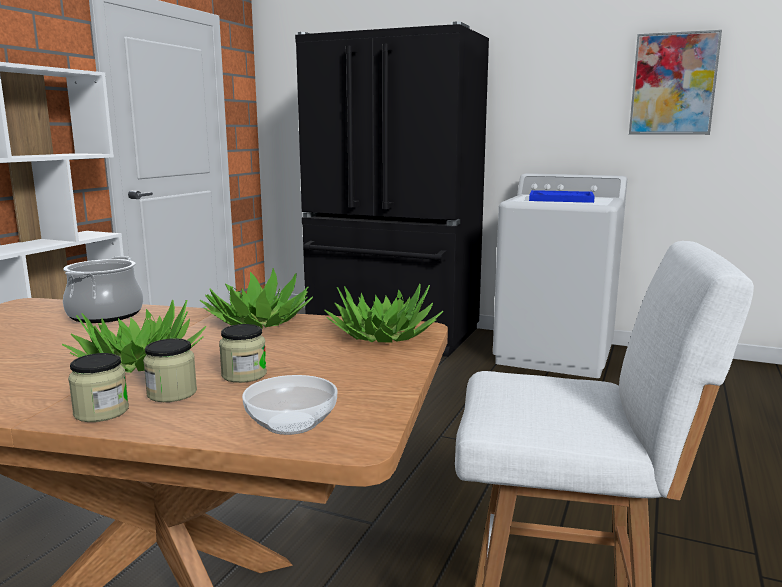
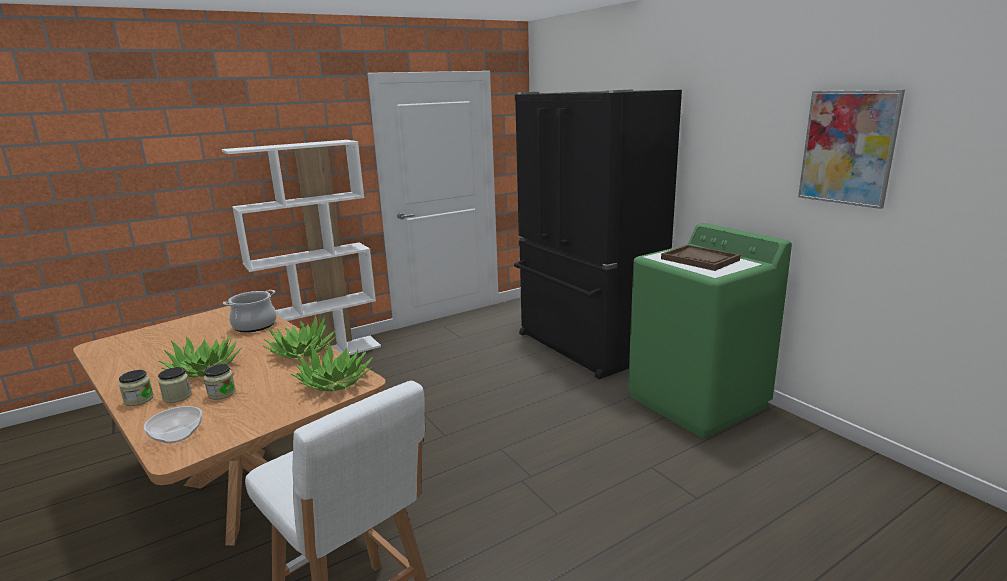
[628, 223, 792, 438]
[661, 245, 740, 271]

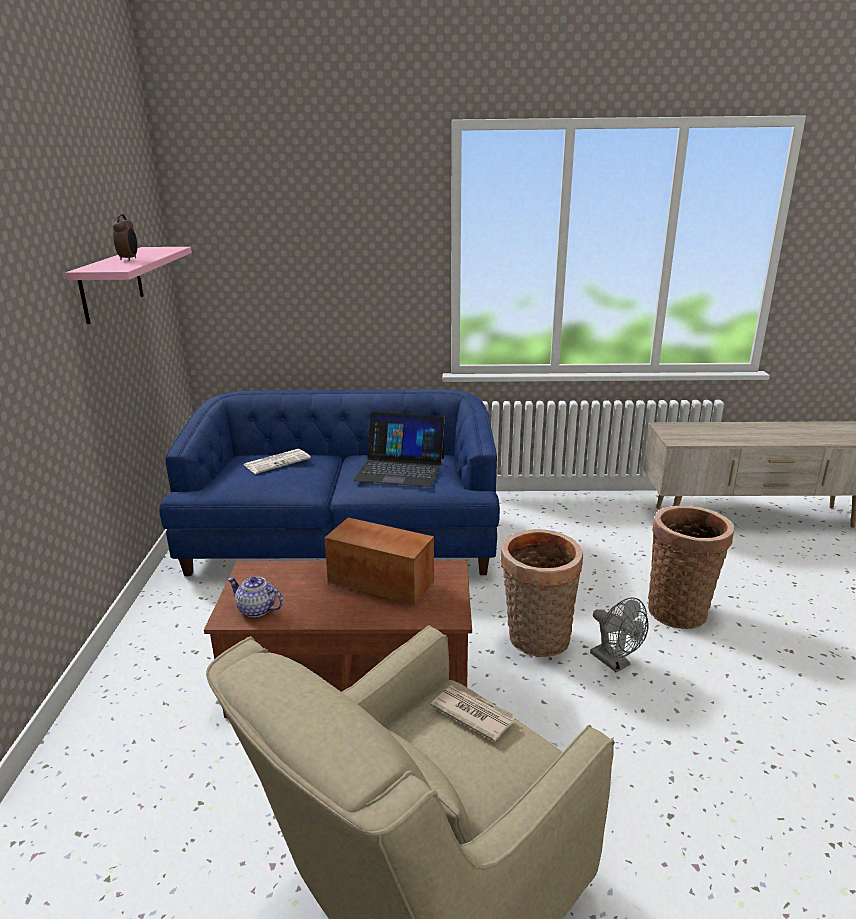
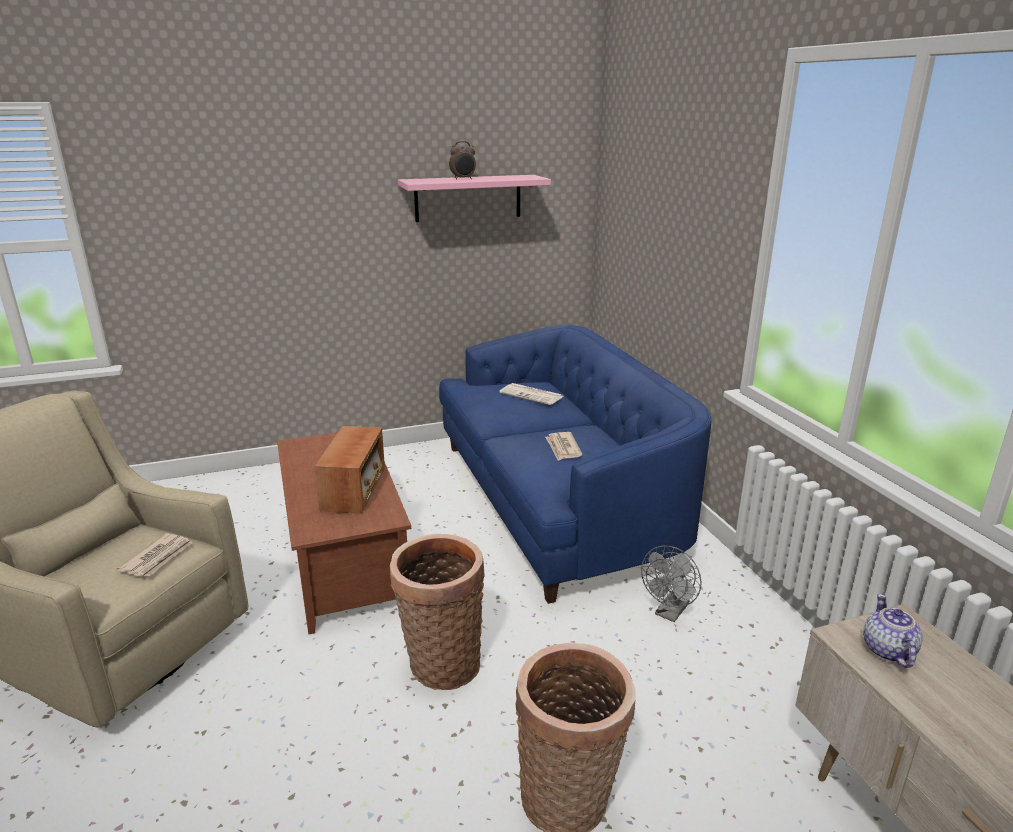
[545, 432, 583, 461]
[863, 594, 923, 668]
[641, 545, 702, 622]

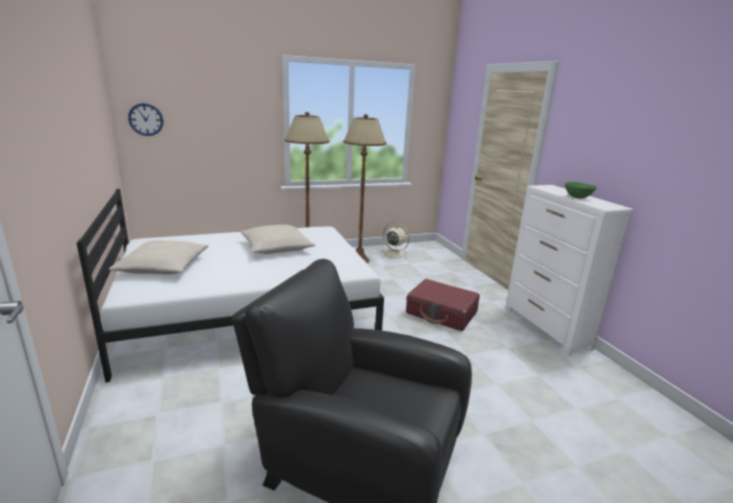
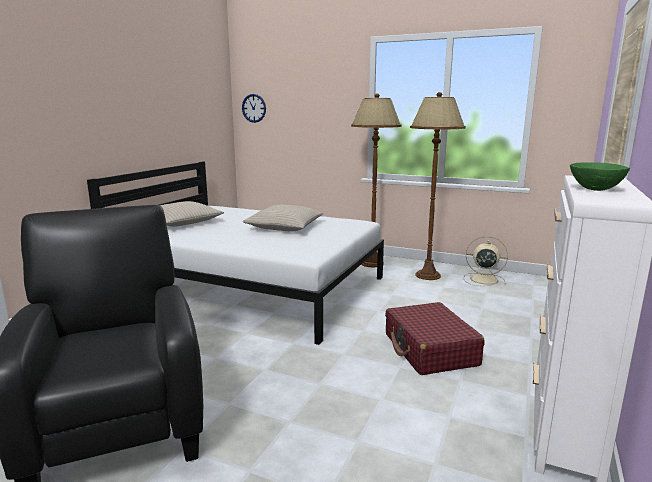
[463, 236, 508, 286]

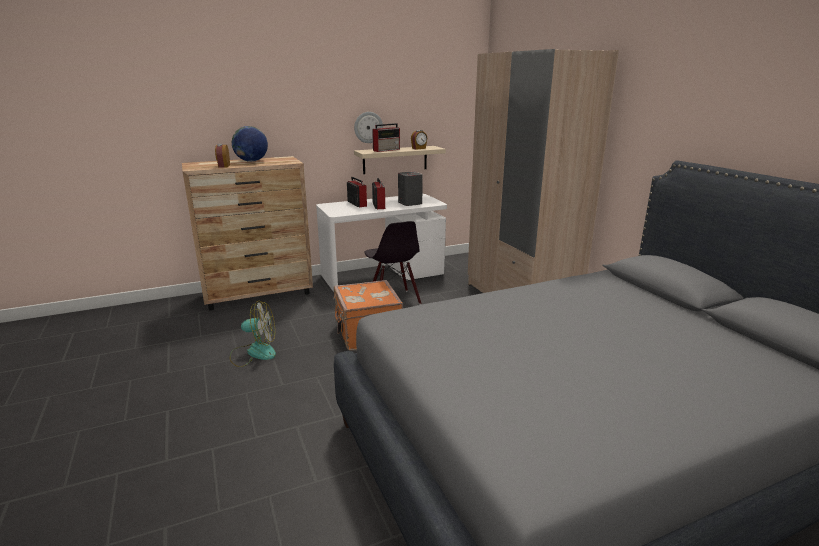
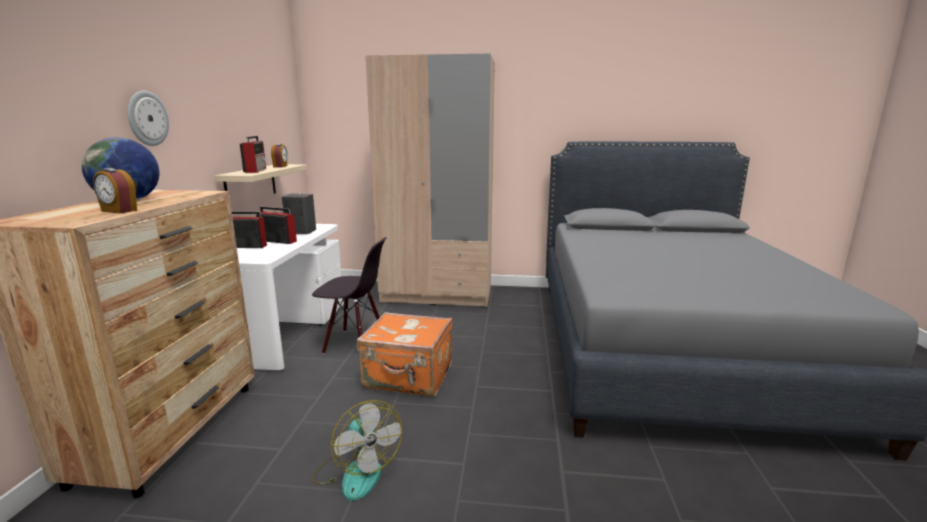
[128, 91, 169, 146]
[312, 400, 402, 501]

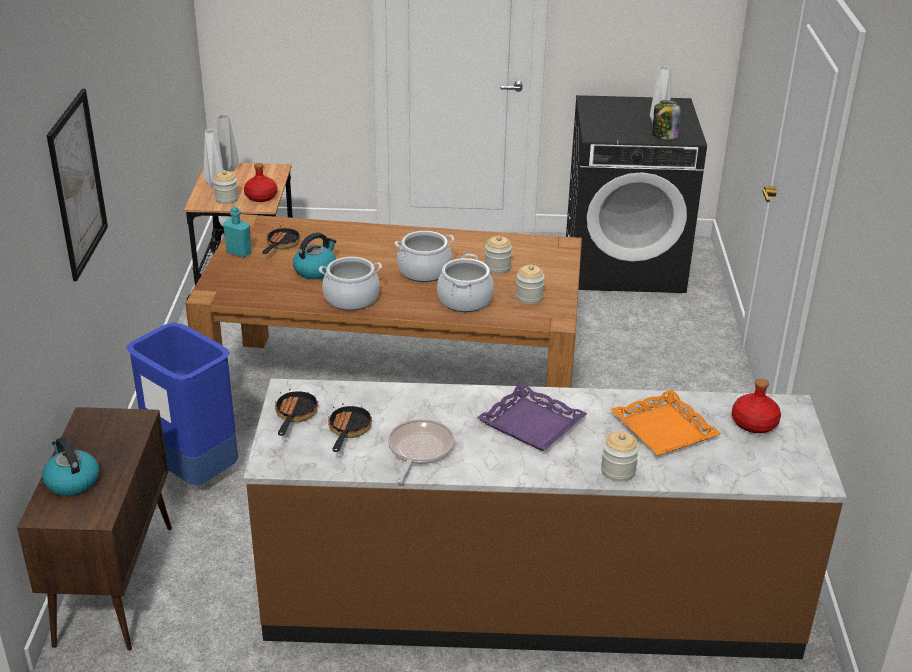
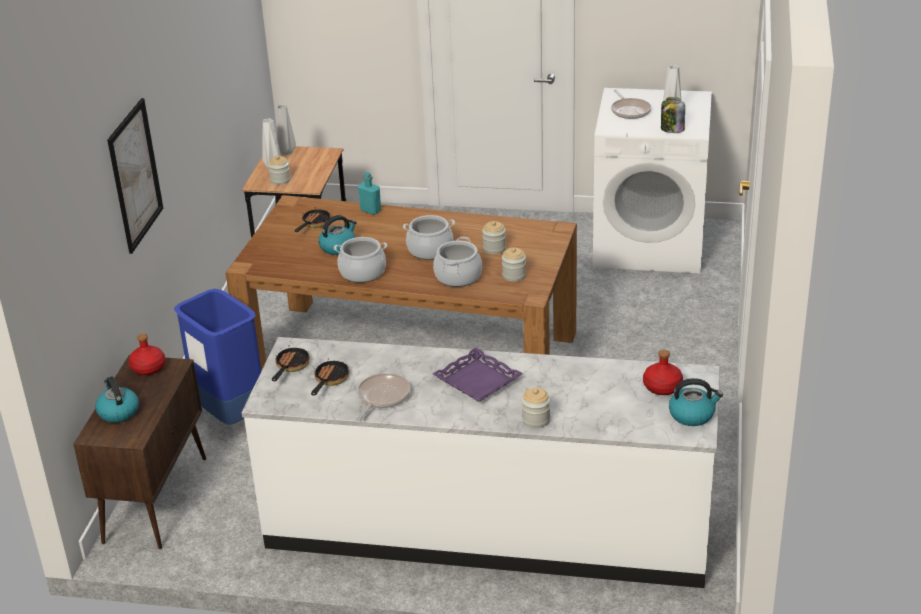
[593, 88, 712, 274]
[128, 334, 165, 375]
[358, 172, 381, 215]
[242, 337, 720, 588]
[611, 390, 721, 456] (first image)
[611, 89, 652, 119]
[669, 378, 723, 426]

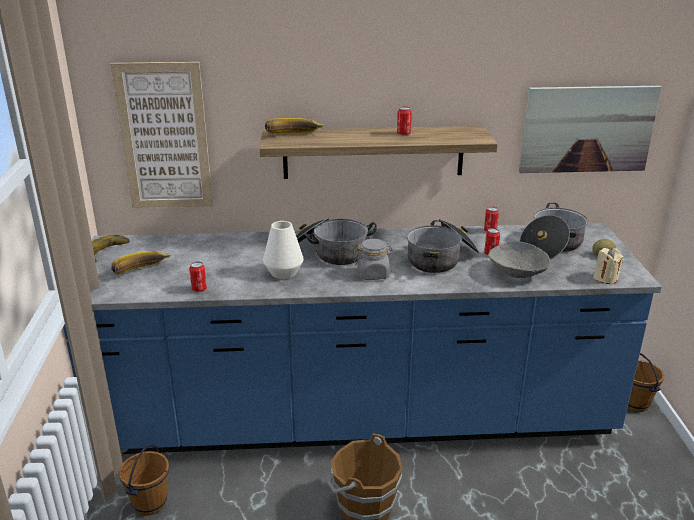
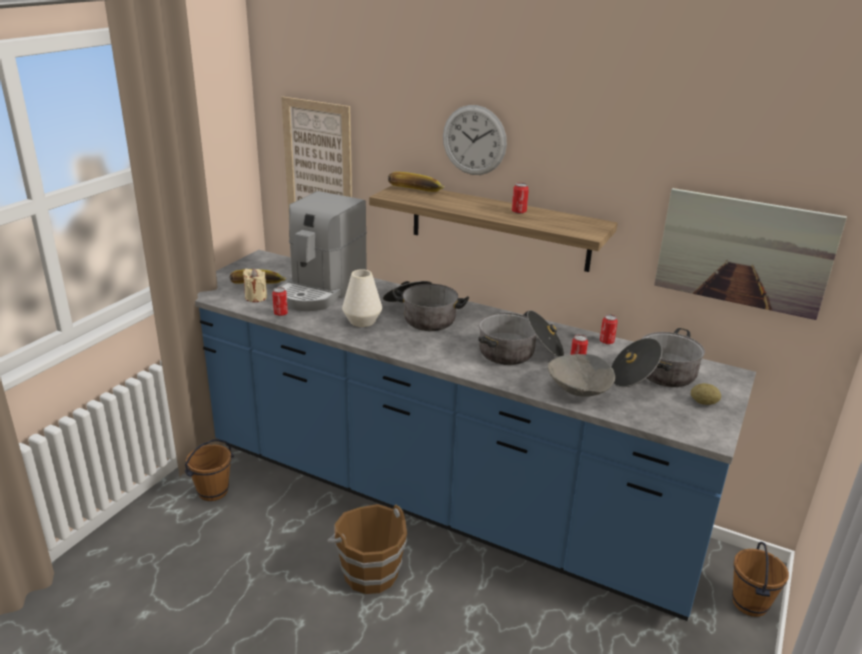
[92, 235, 130, 262] (first image)
[354, 239, 394, 280] (first image)
[243, 269, 267, 302]
[443, 105, 507, 175]
[278, 191, 367, 311]

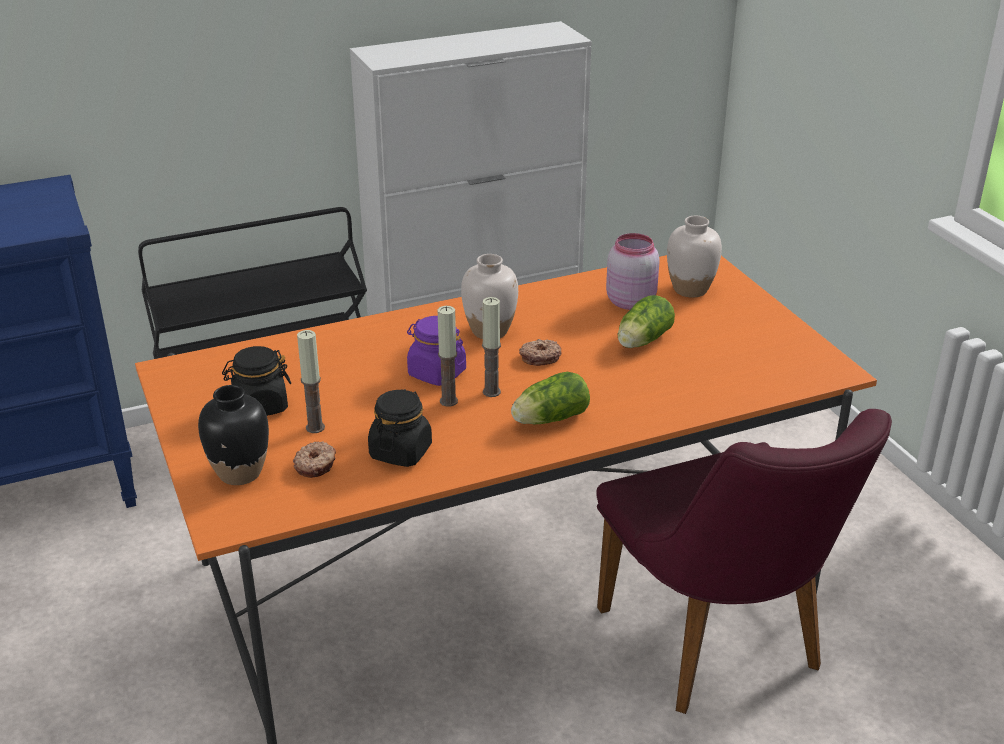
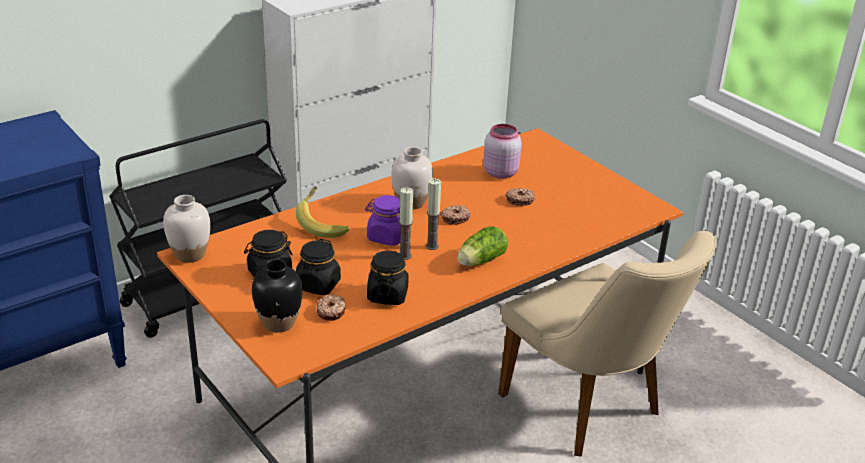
[163, 195, 210, 263]
[505, 188, 535, 206]
[296, 239, 341, 295]
[498, 231, 717, 457]
[296, 186, 349, 238]

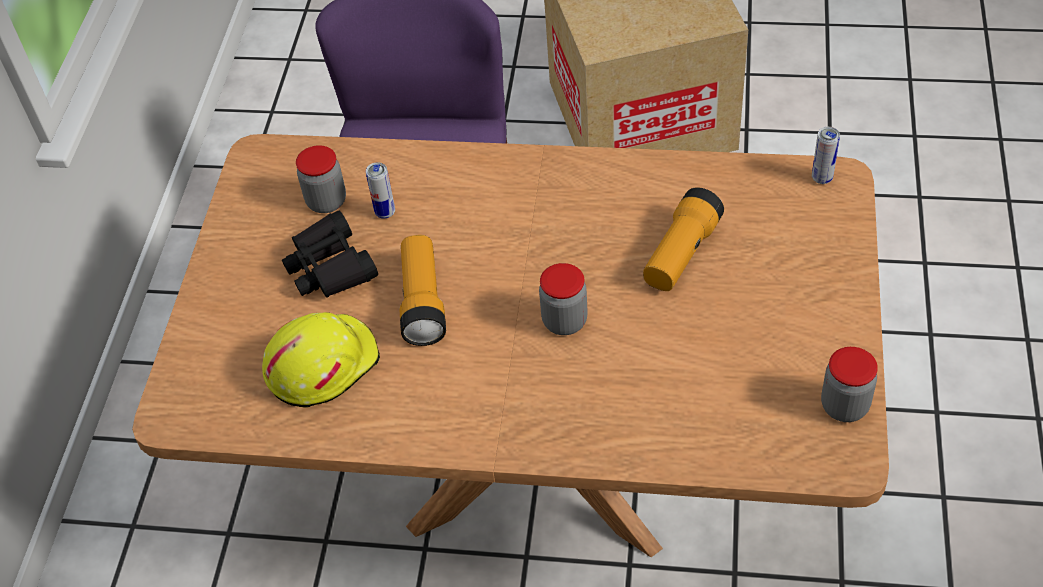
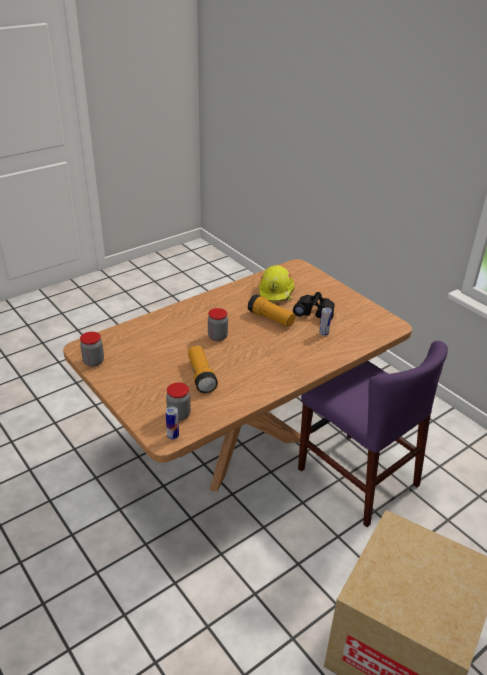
[166, 382, 191, 421]

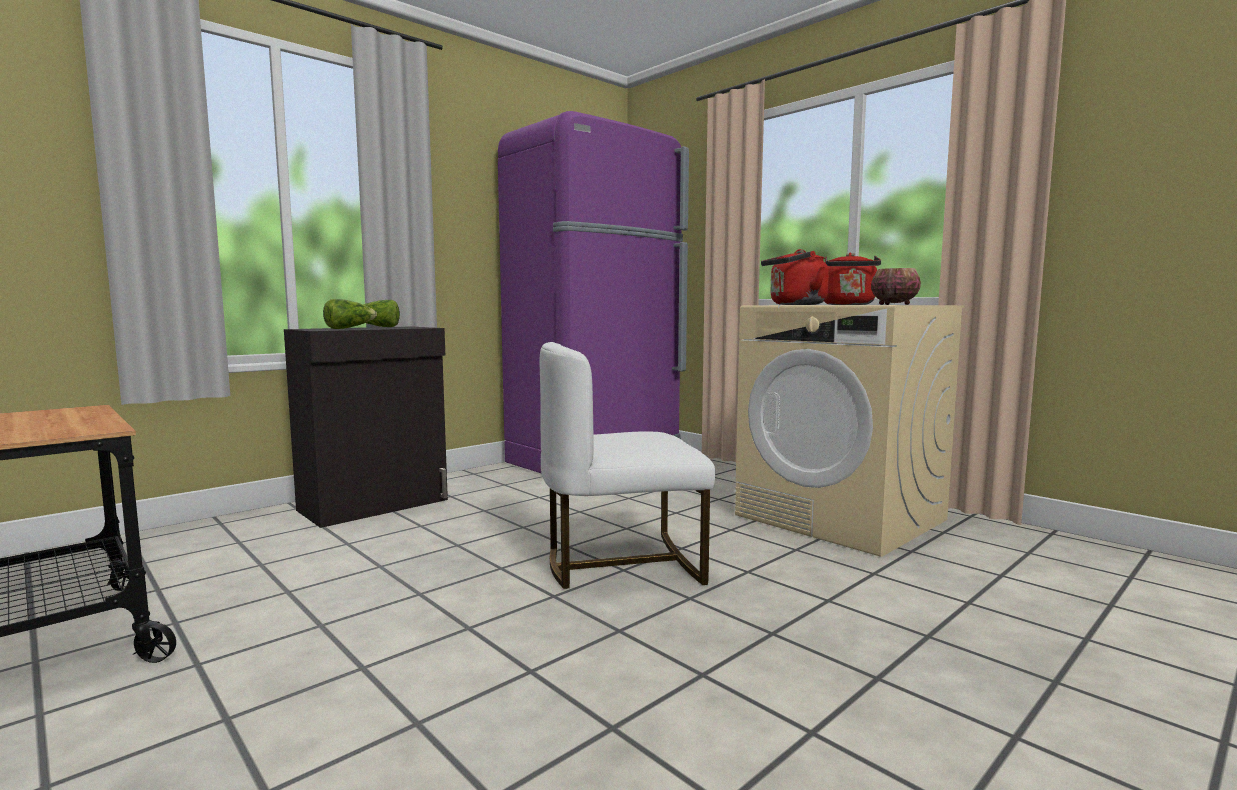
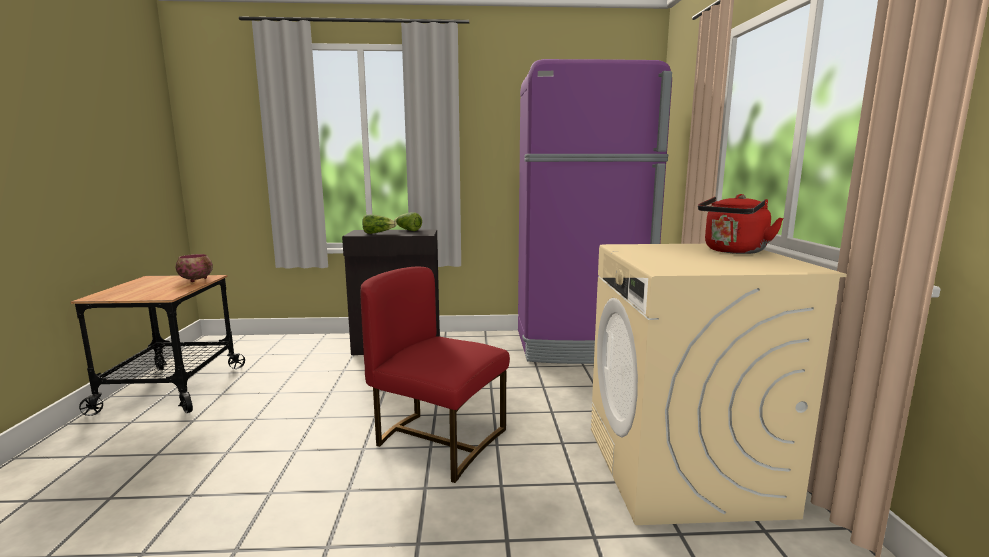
[761, 249, 829, 305] (first image)
[176, 254, 213, 282]
[360, 267, 510, 483]

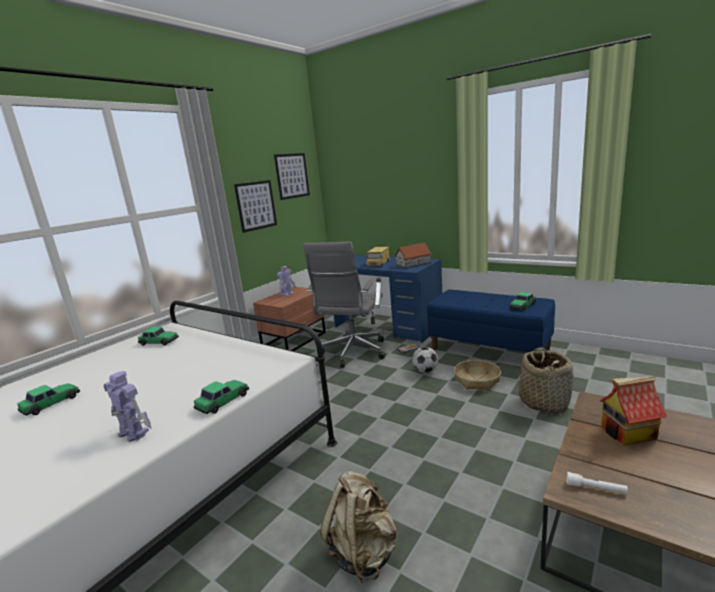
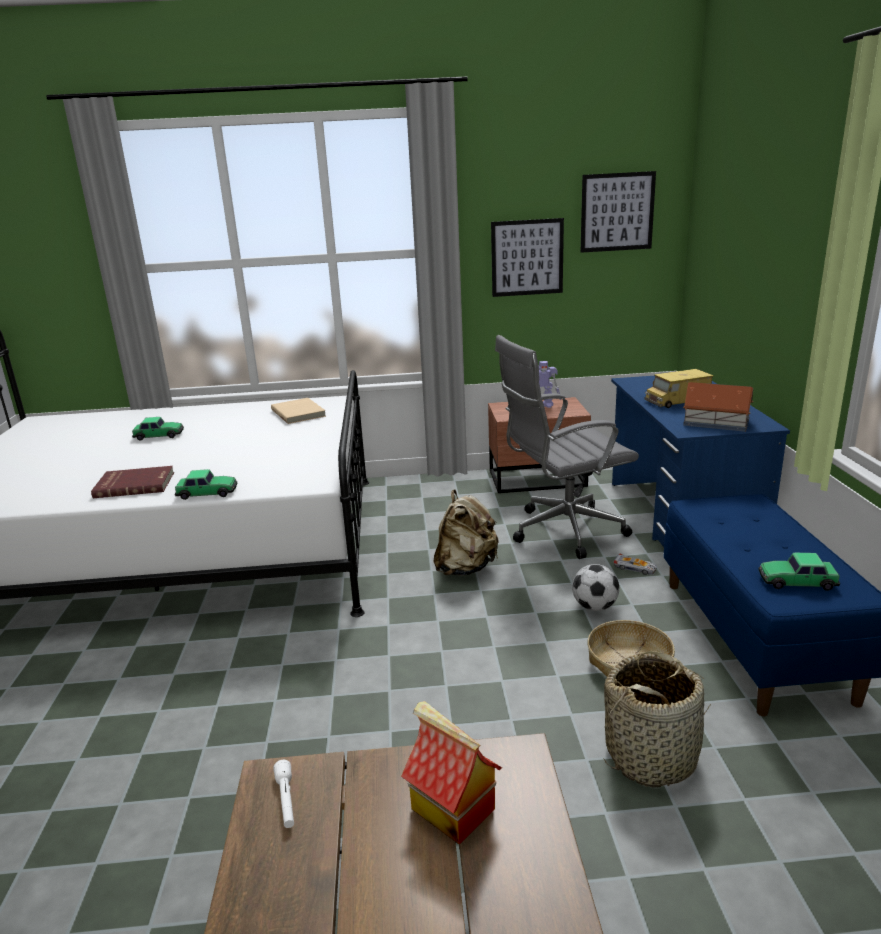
[271, 398, 326, 424]
[91, 466, 174, 498]
[434, 489, 499, 576]

